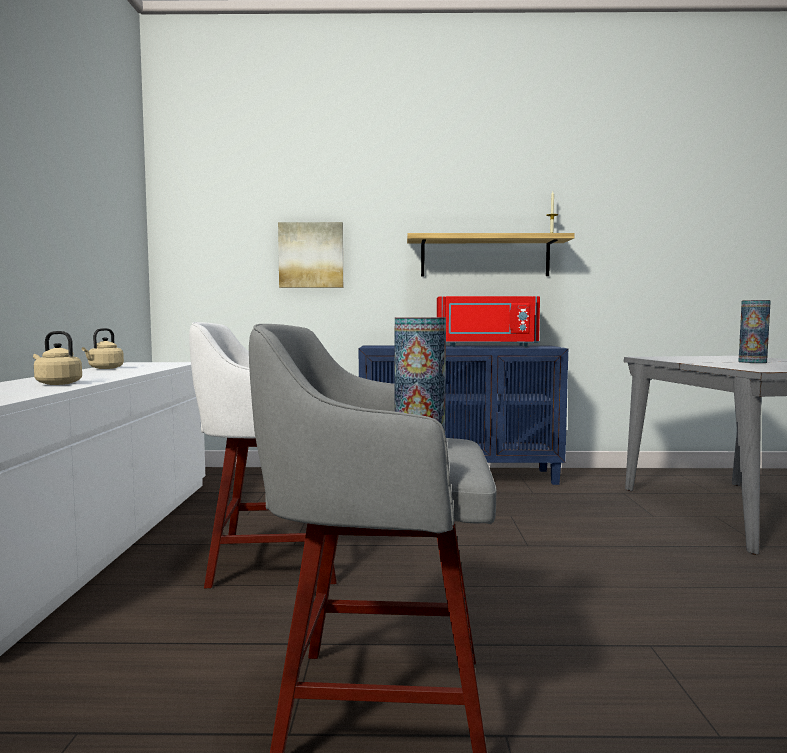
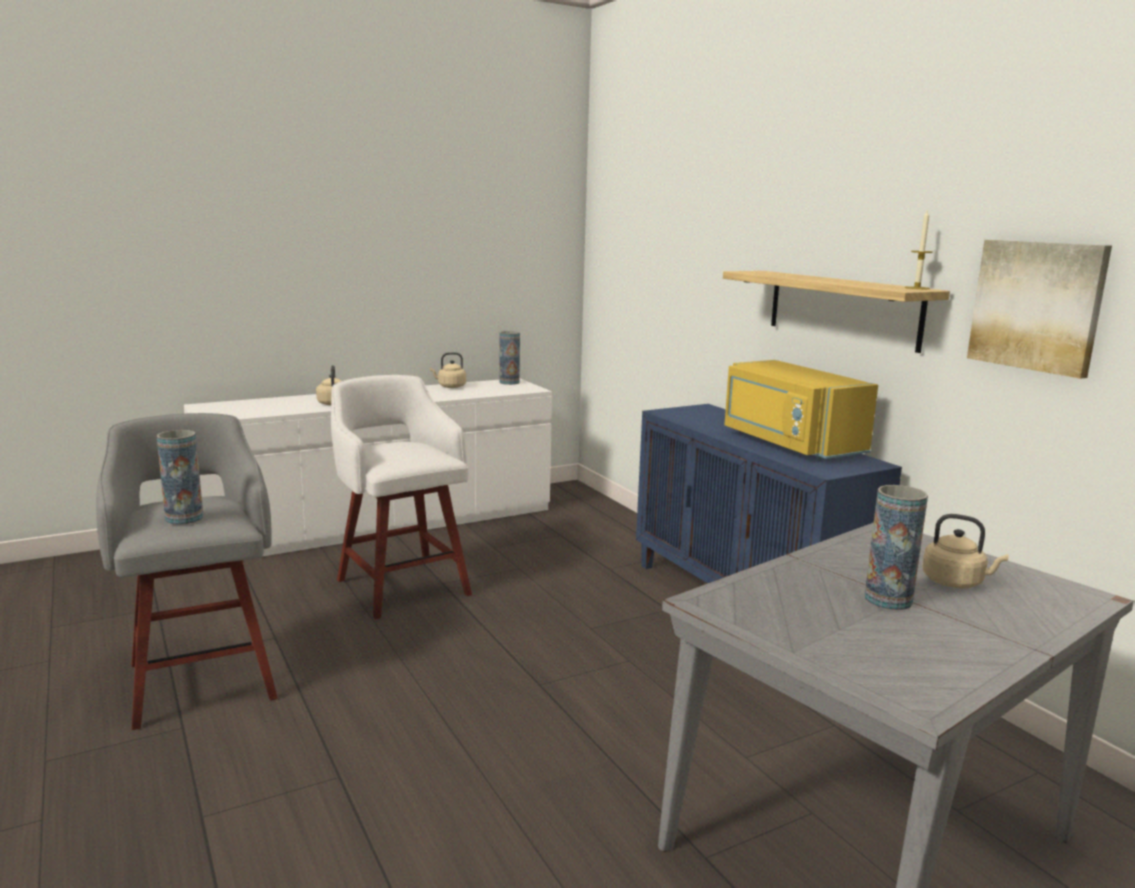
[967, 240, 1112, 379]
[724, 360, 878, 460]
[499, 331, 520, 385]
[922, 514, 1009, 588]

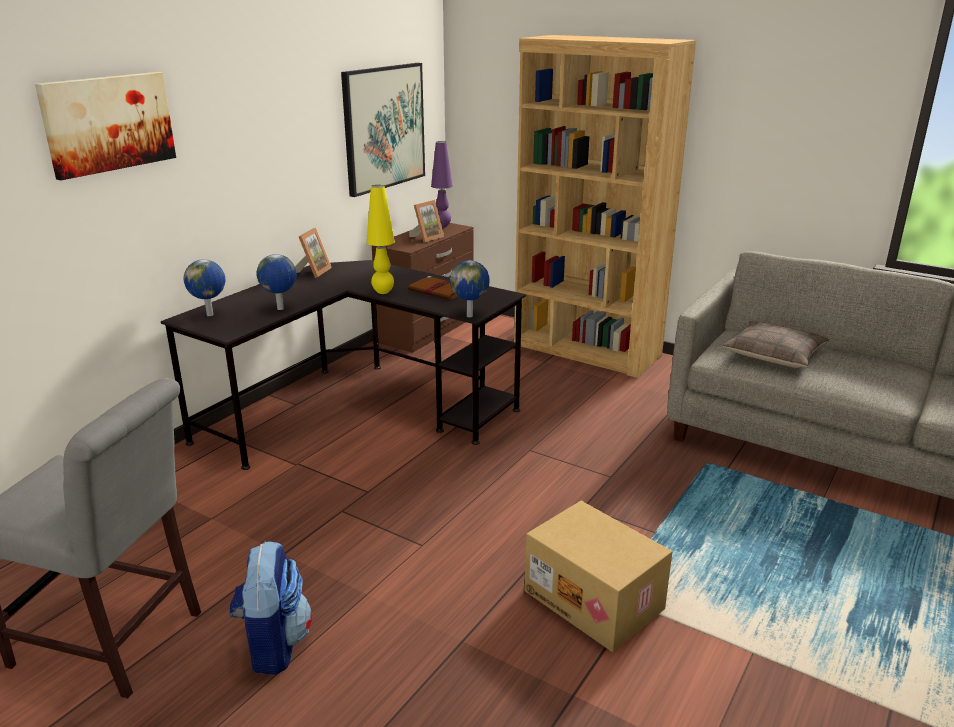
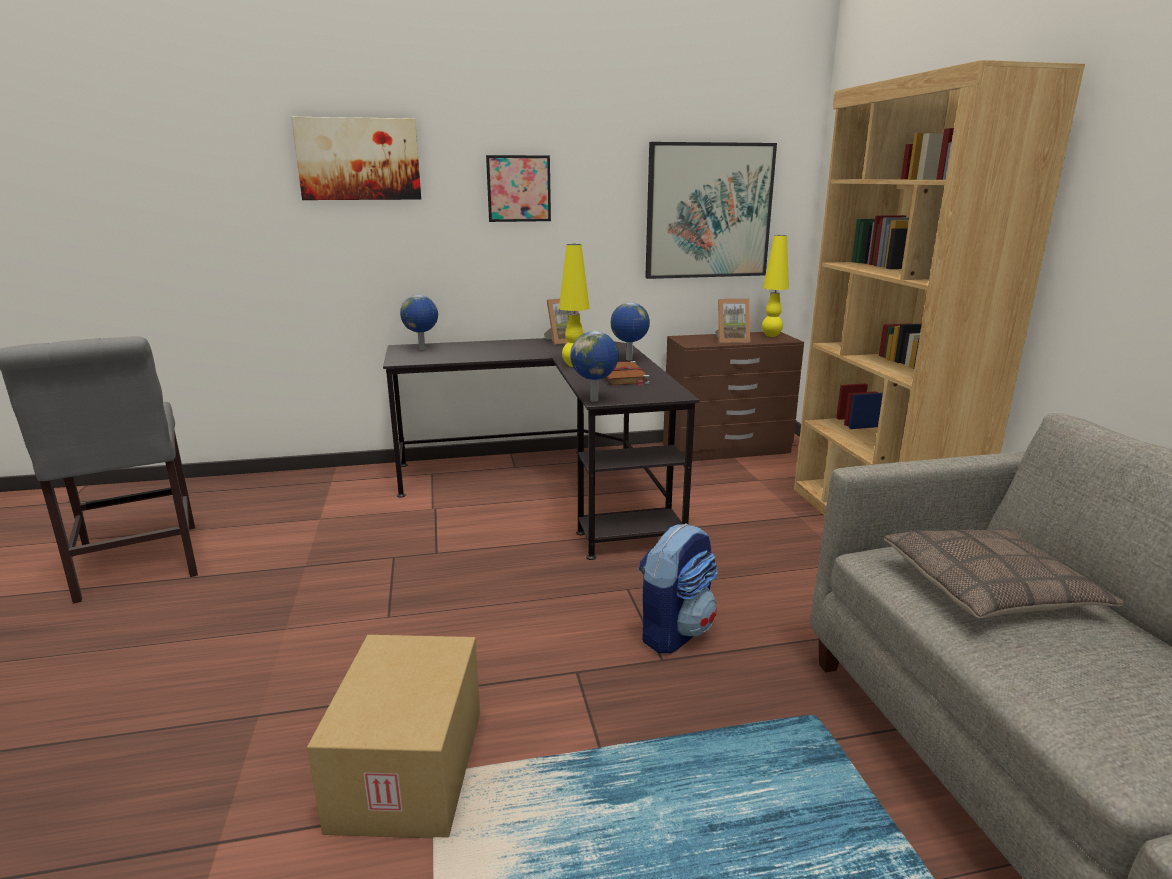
[762, 235, 789, 337]
[611, 302, 650, 360]
[639, 523, 718, 654]
[486, 155, 551, 222]

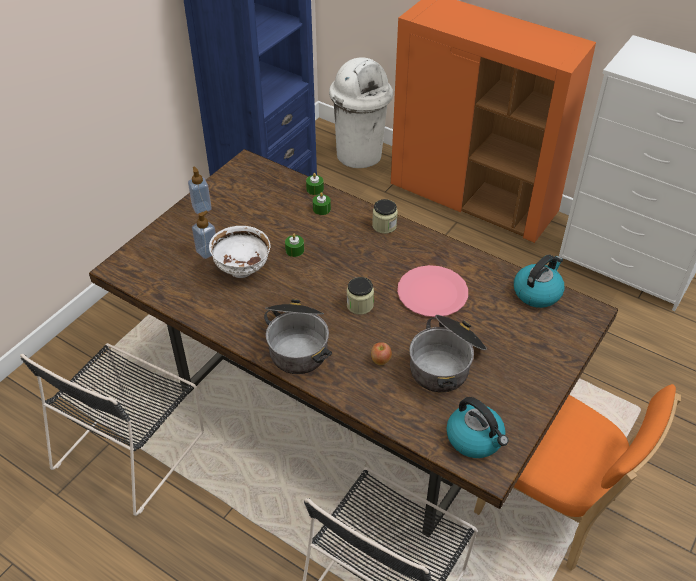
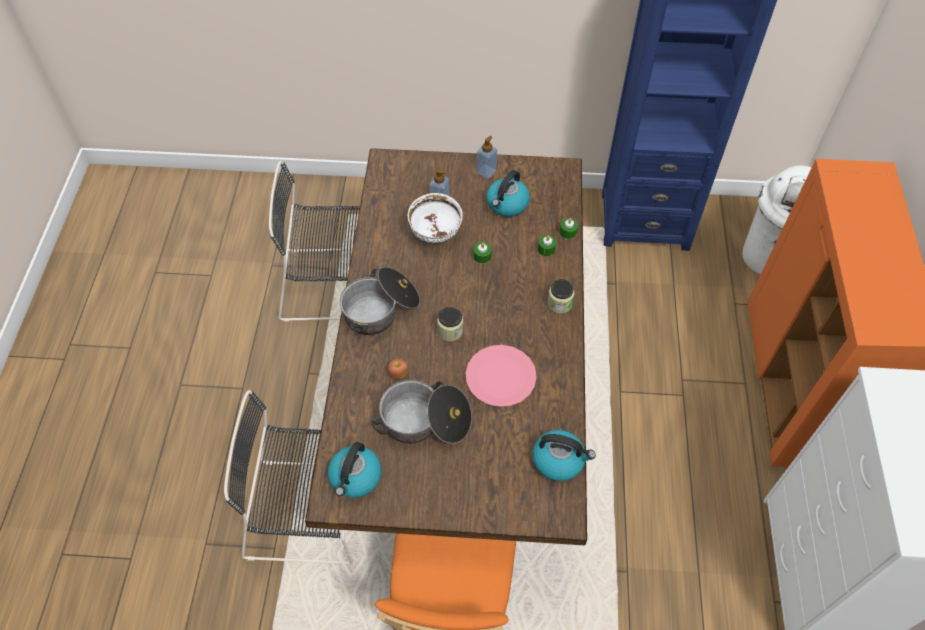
[486, 170, 530, 217]

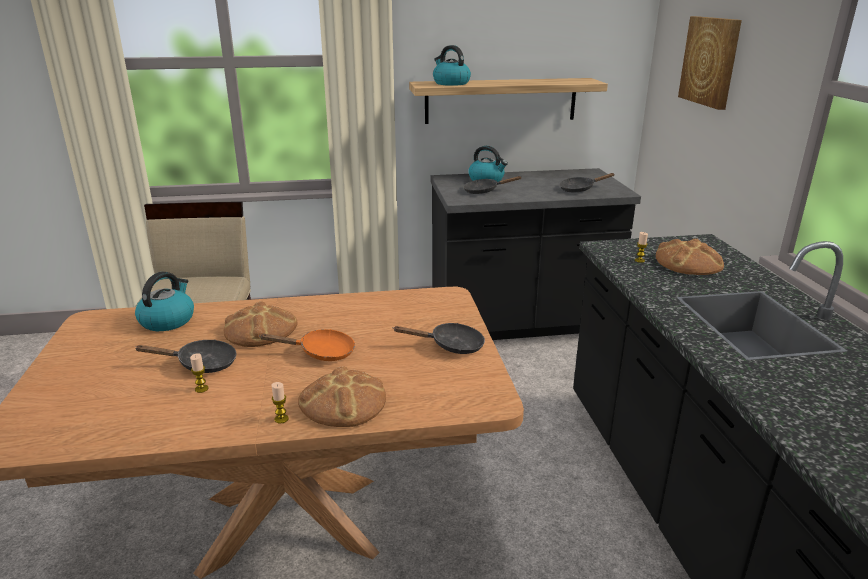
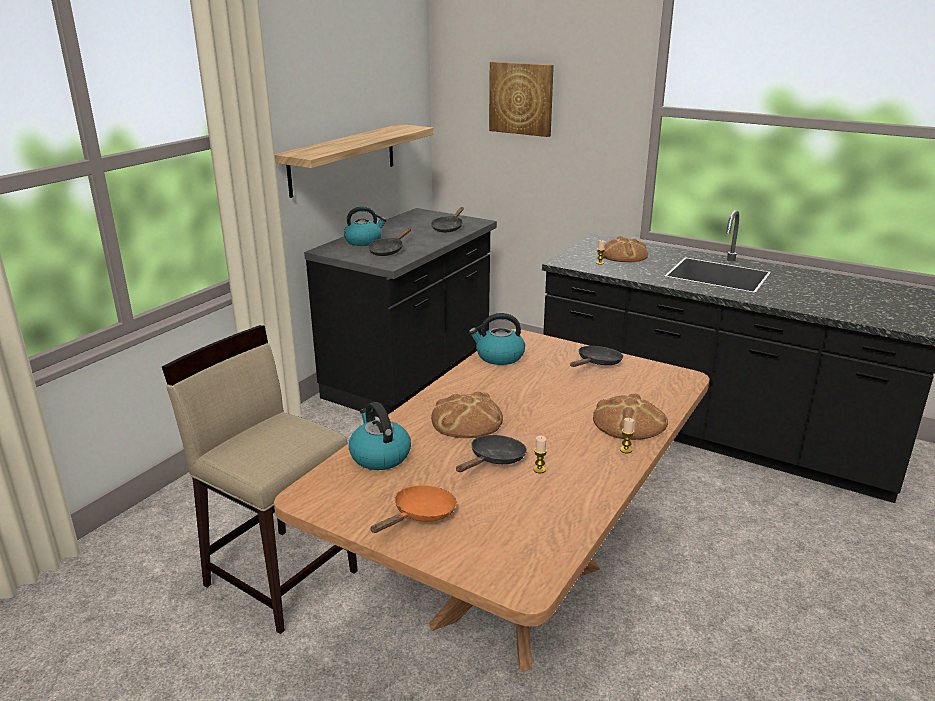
[469, 313, 525, 365]
[370, 485, 457, 533]

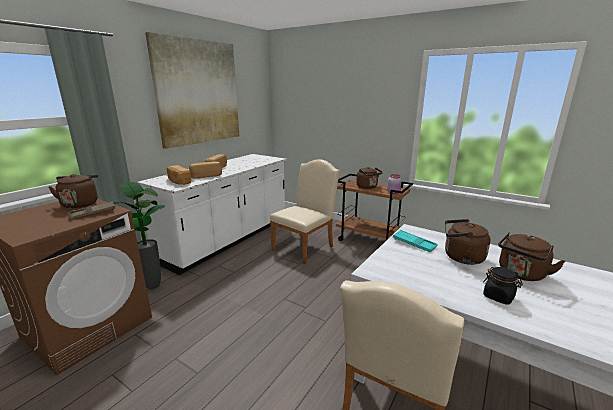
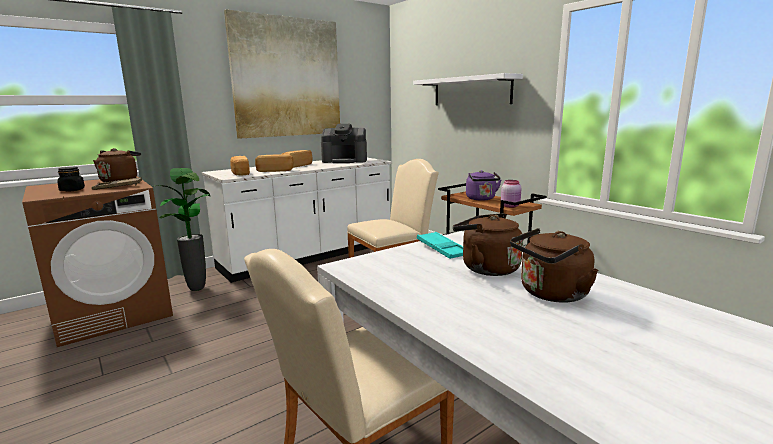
[466, 170, 501, 201]
[58, 167, 85, 192]
[413, 73, 523, 105]
[321, 124, 367, 163]

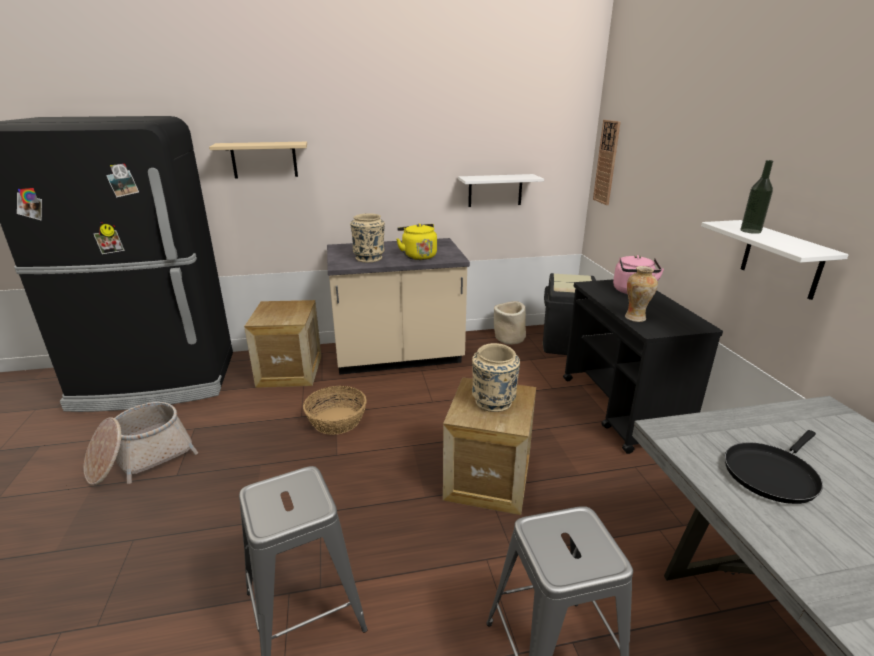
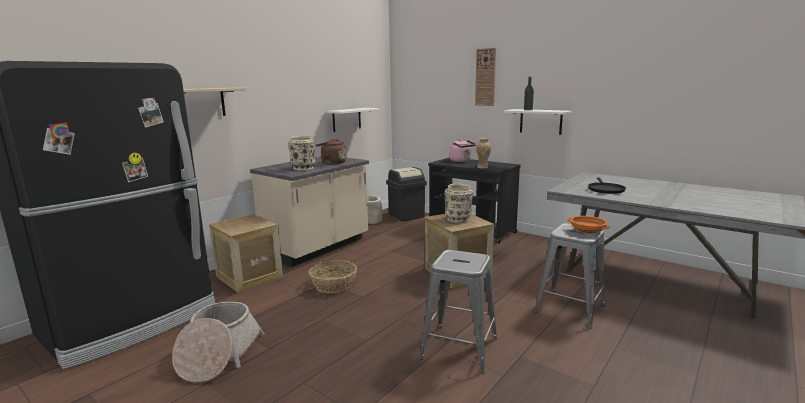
[475, 48, 496, 106]
[316, 139, 346, 165]
[568, 216, 611, 234]

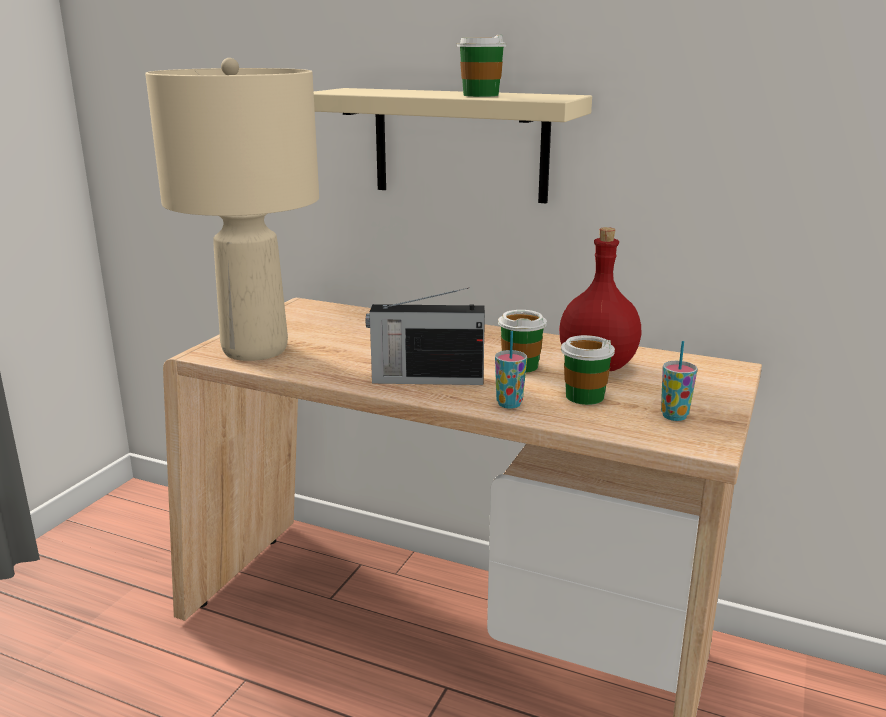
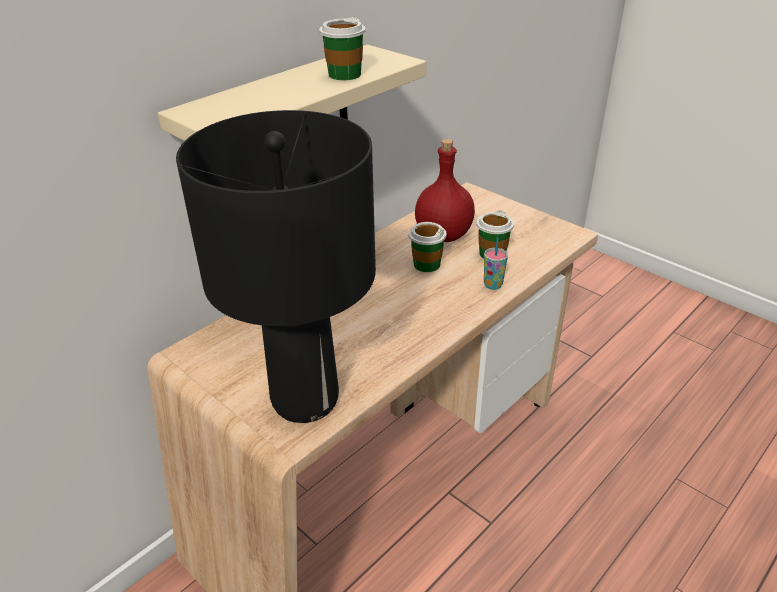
[176, 110, 376, 423]
[366, 288, 485, 385] (first image)
[661, 341, 697, 421] (first image)

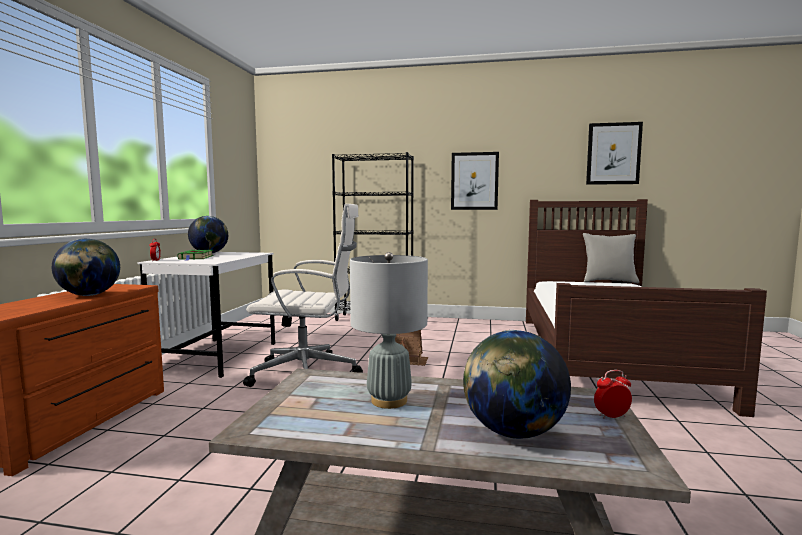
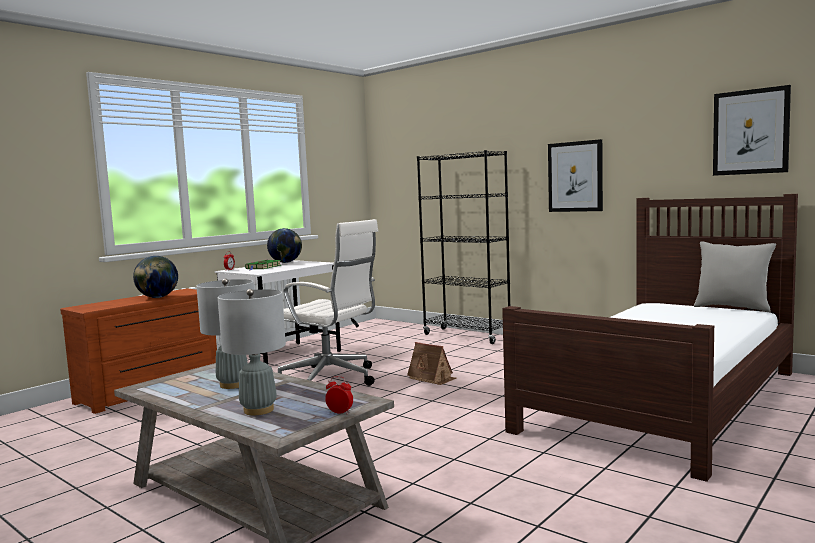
[218, 289, 286, 415]

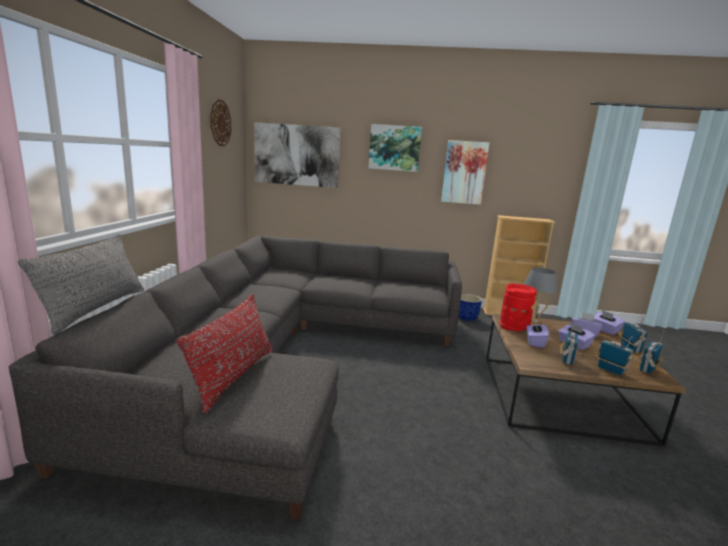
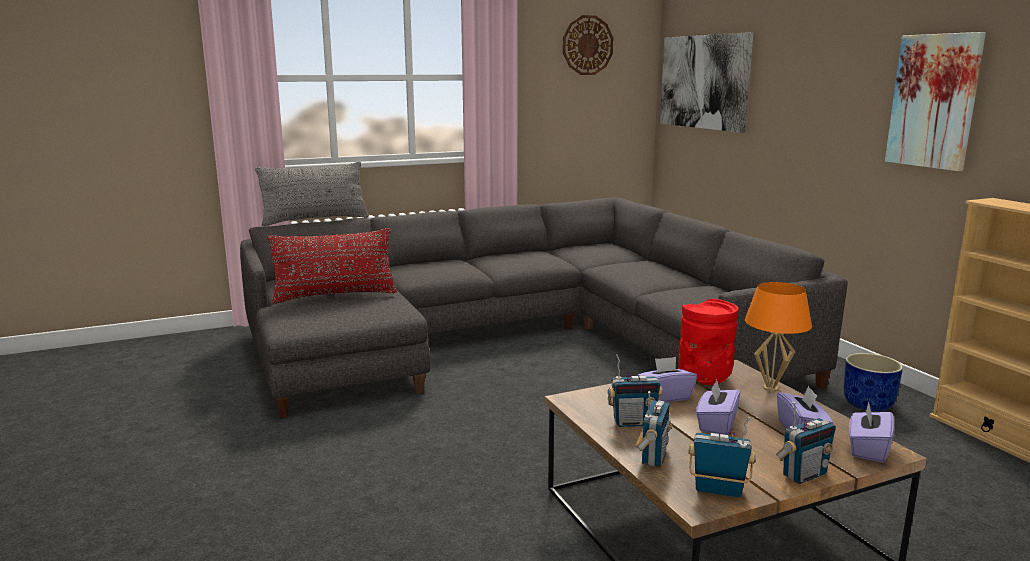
[368, 124, 422, 172] (first image)
[745, 282, 812, 392]

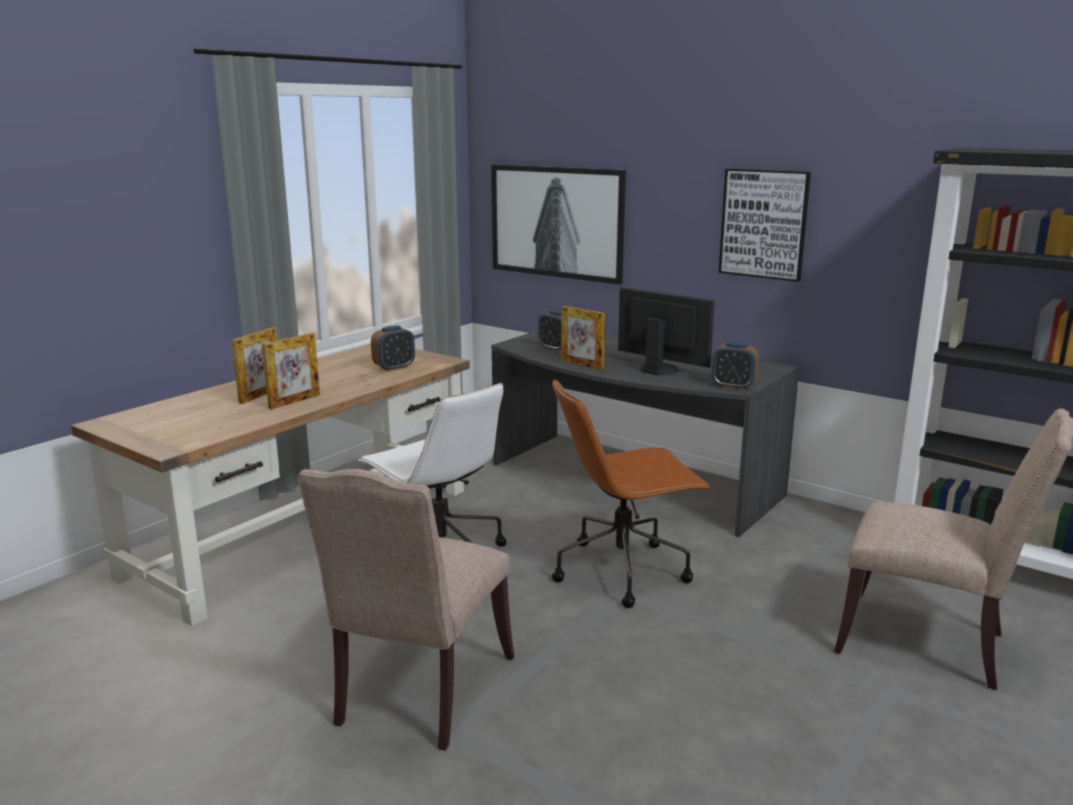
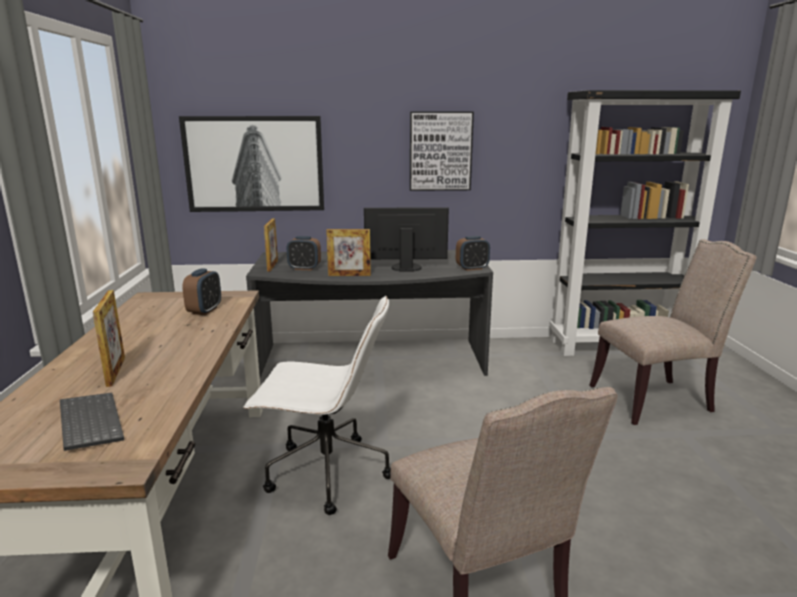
[264, 219, 278, 271]
[552, 379, 711, 608] (first image)
[60, 393, 124, 451]

